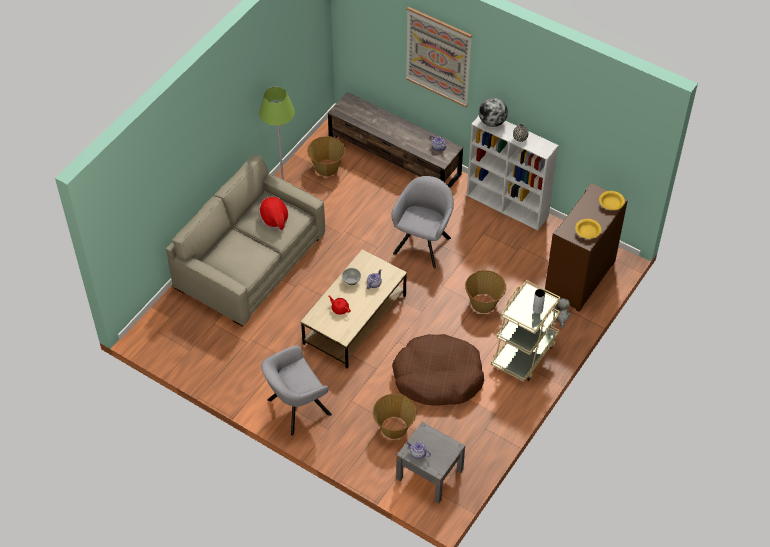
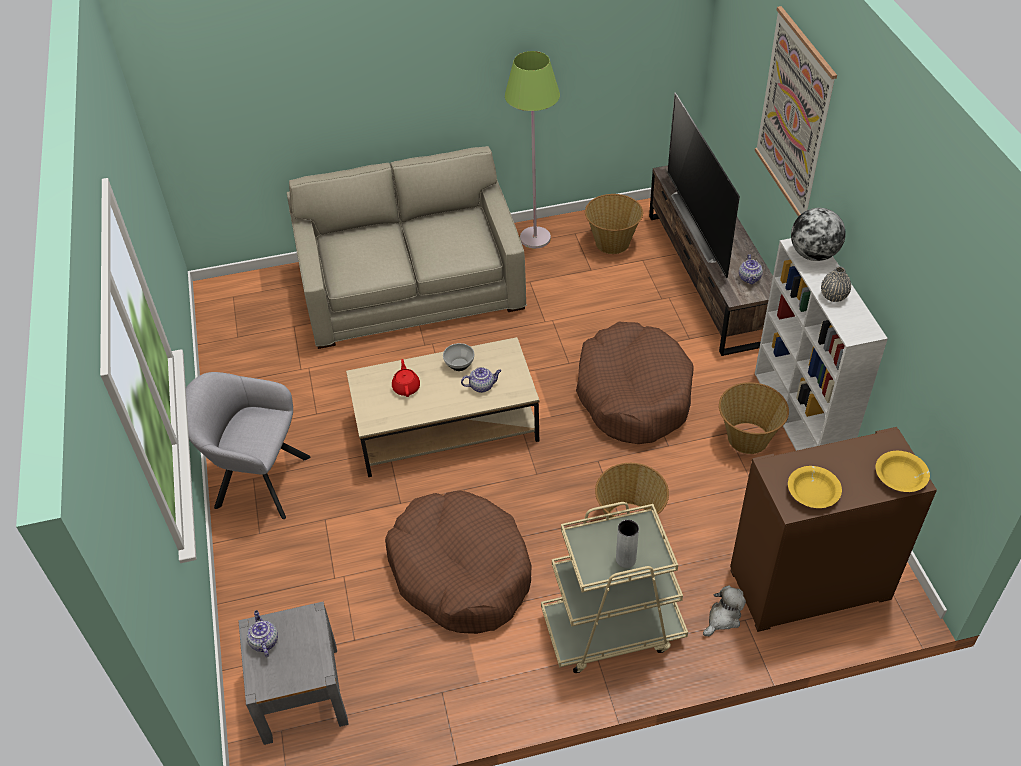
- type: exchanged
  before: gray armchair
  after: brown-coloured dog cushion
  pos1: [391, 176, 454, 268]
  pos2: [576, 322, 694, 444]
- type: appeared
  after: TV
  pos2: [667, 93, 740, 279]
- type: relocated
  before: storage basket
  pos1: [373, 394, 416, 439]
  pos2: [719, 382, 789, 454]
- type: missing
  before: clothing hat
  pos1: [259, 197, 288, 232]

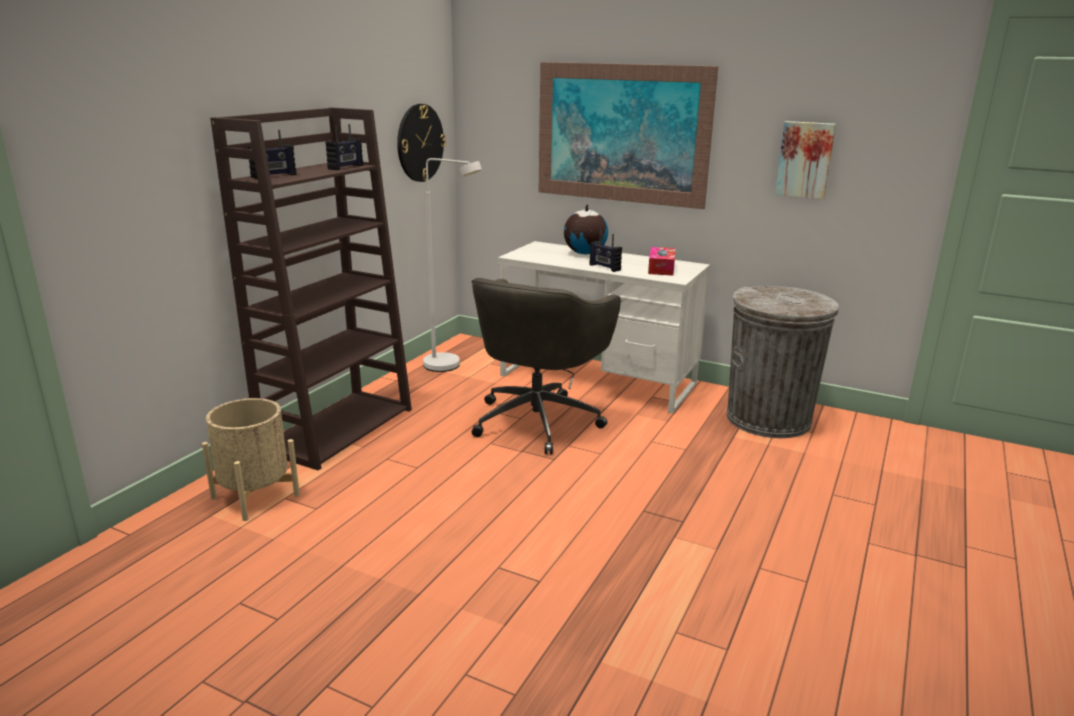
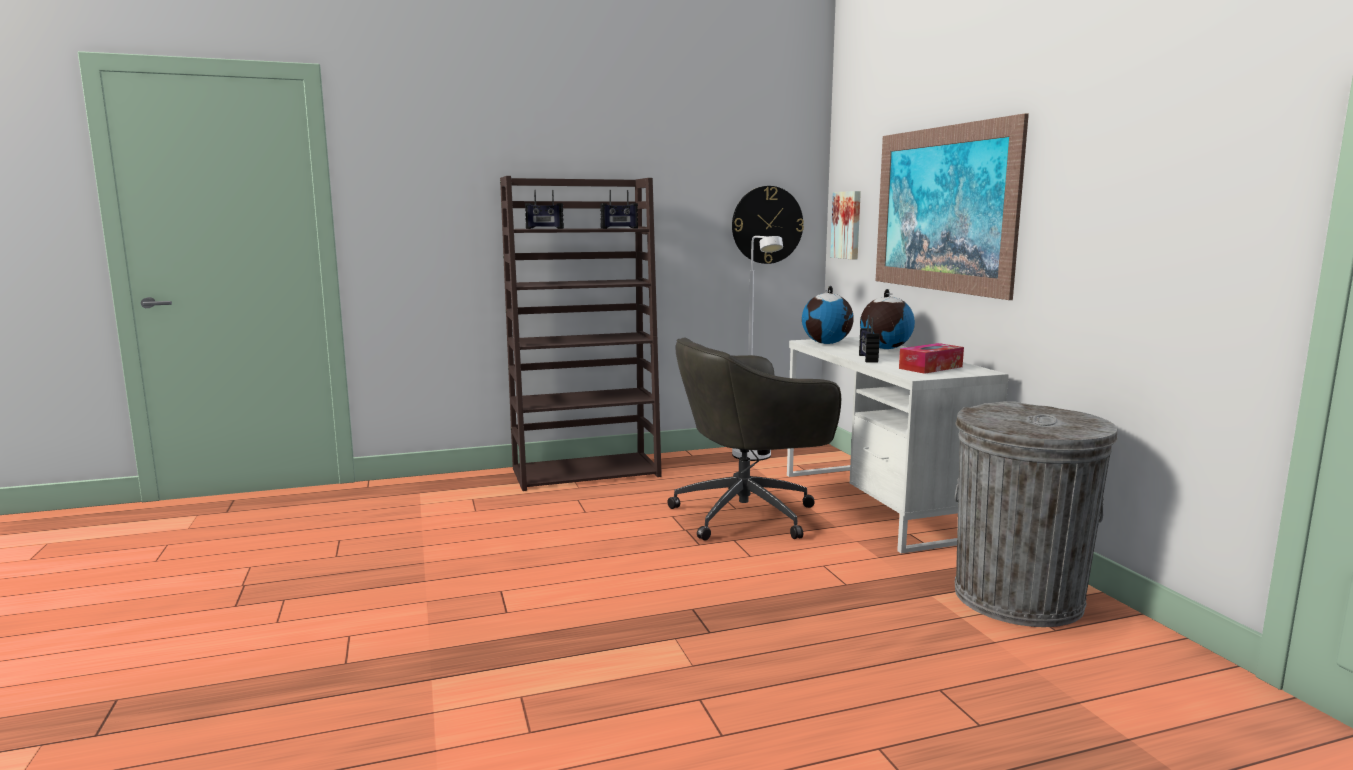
- type: appeared
  after: world globe
  pos2: [802, 286, 854, 344]
- type: relocated
  before: picture
  pos1: [775, 121, 836, 199]
  pos2: [830, 191, 861, 260]
- type: missing
  before: beige flower pot
  pos1: [202, 398, 300, 521]

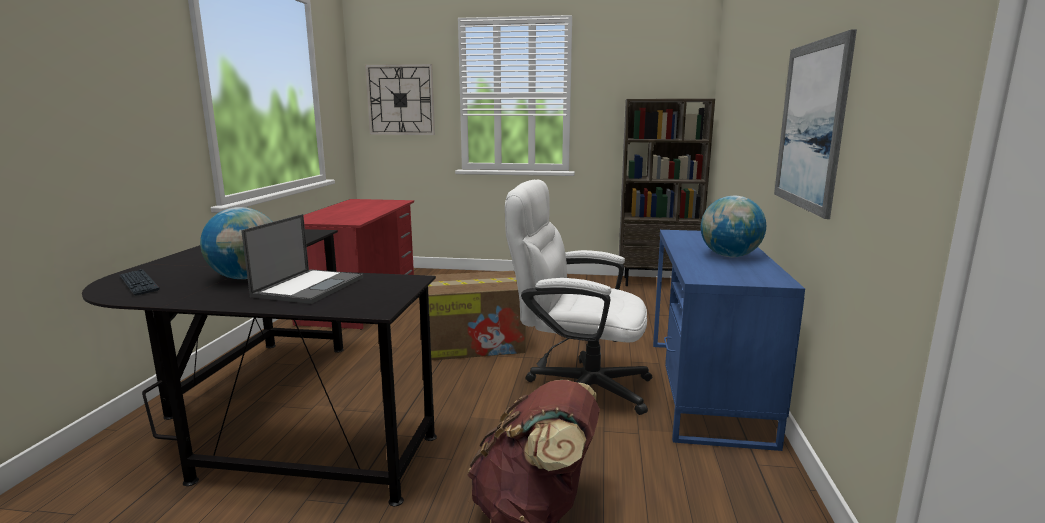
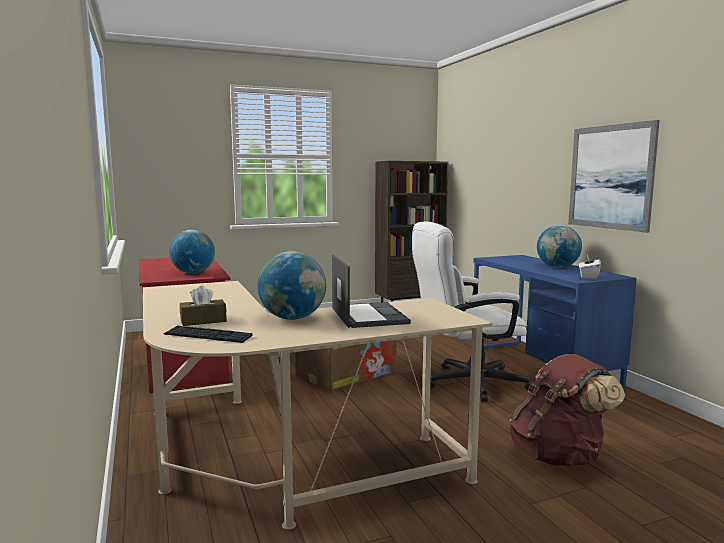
- type: colour
  before: blackish desk unit
  after: beige desk unit
  pos1: [82, 229, 437, 506]
  pos2: [143, 281, 492, 530]
- type: appeared
  after: world globe
  pos2: [169, 230, 215, 274]
- type: appeared
  after: brown-coloured tissue box
  pos2: [180, 285, 227, 326]
- type: appeared
  after: white tissue box
  pos2: [579, 254, 601, 280]
- type: missing
  before: hanging clock
  pos1: [365, 64, 435, 135]

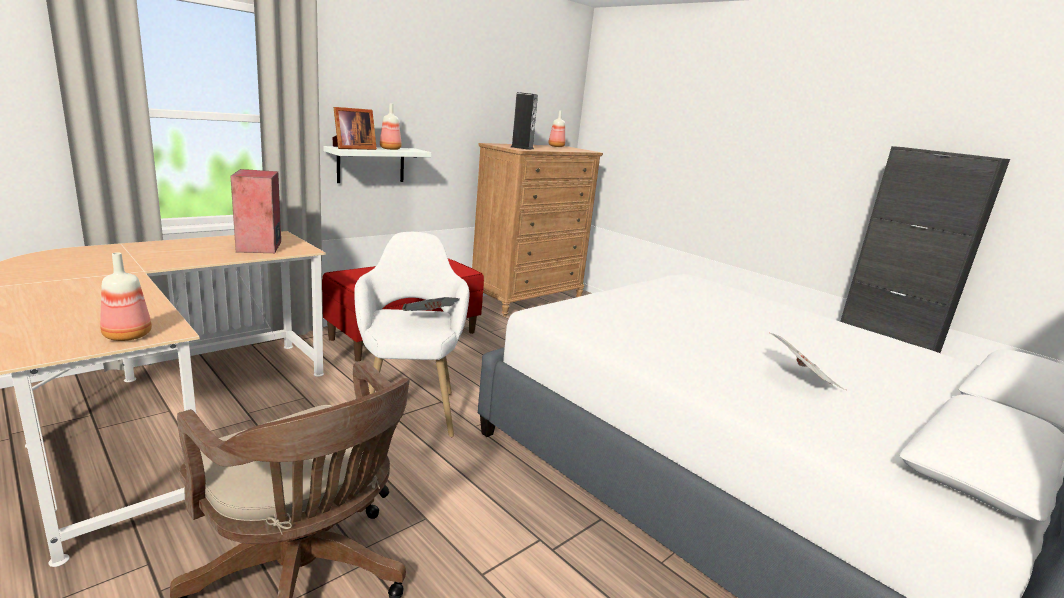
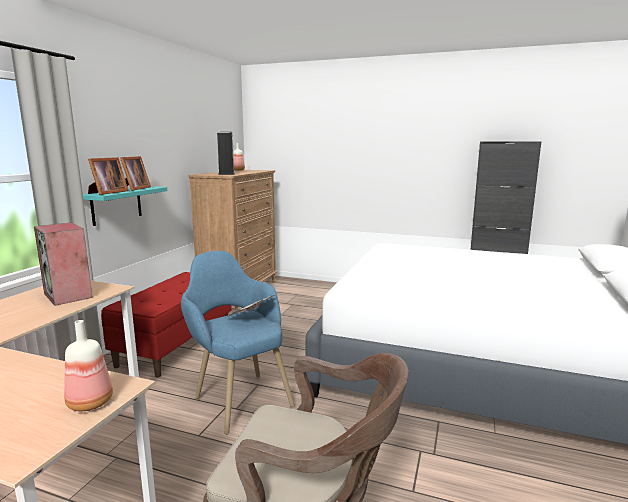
- type: colour
  before: white bracket shelf
  after: turquoise-coloured bracket shelf
  pos1: [324, 146, 431, 183]
  pos2: [83, 186, 167, 226]
- type: exchanged
  before: beverage bottle
  after: photo frame
  pos1: [380, 103, 402, 150]
  pos2: [120, 156, 151, 191]
- type: colour
  before: white armchair
  after: blue-coloured armchair
  pos1: [354, 232, 469, 438]
  pos2: [181, 251, 295, 435]
- type: missing
  before: printed paper
  pos1: [768, 332, 846, 390]

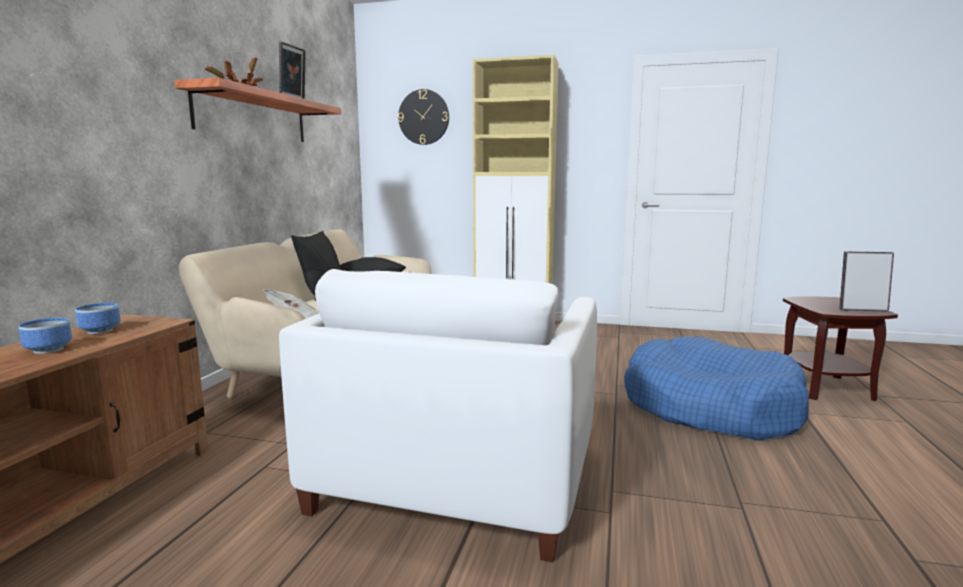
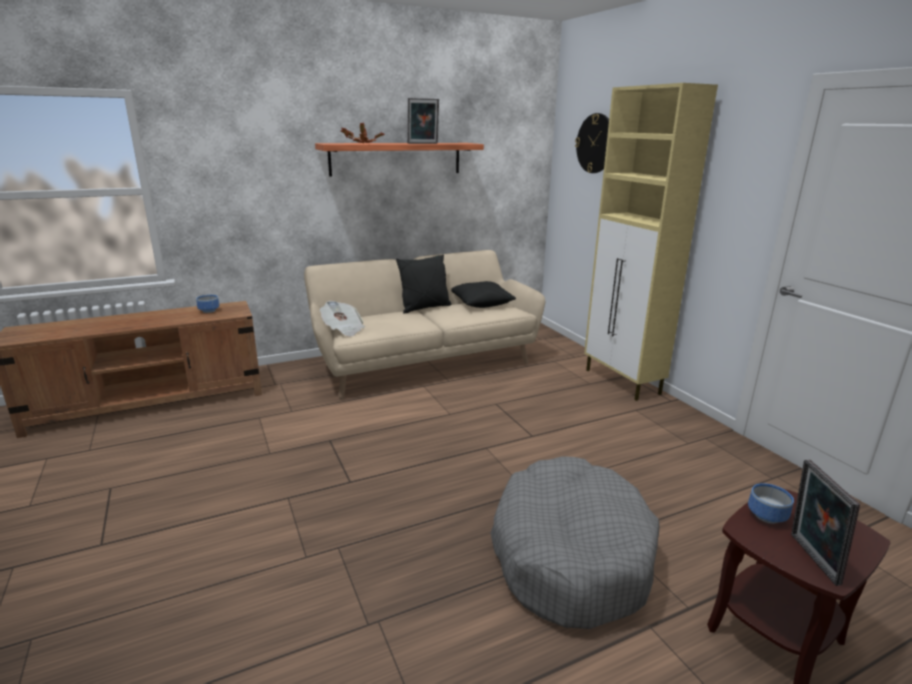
- type: colour
  before: blue-coloured dog cushion
  after: gray dog cushion
  pos1: [624, 336, 809, 441]
  pos2: [491, 456, 660, 629]
- type: relocated
  before: deep dish
  pos1: [19, 318, 72, 354]
  pos2: [748, 483, 794, 524]
- type: spun
  before: photo frame
  pos1: [839, 251, 894, 312]
  pos2: [791, 460, 860, 586]
  turn: -150
- type: missing
  before: white armchair
  pos1: [279, 269, 597, 562]

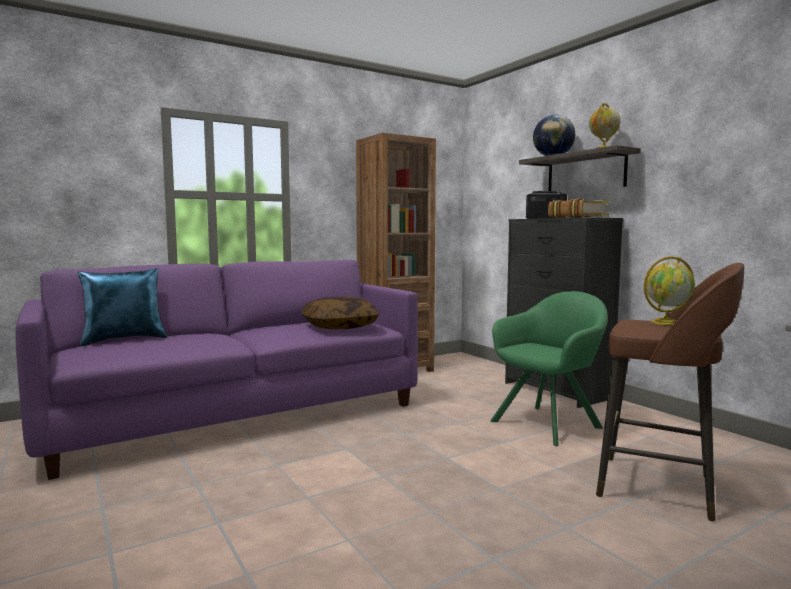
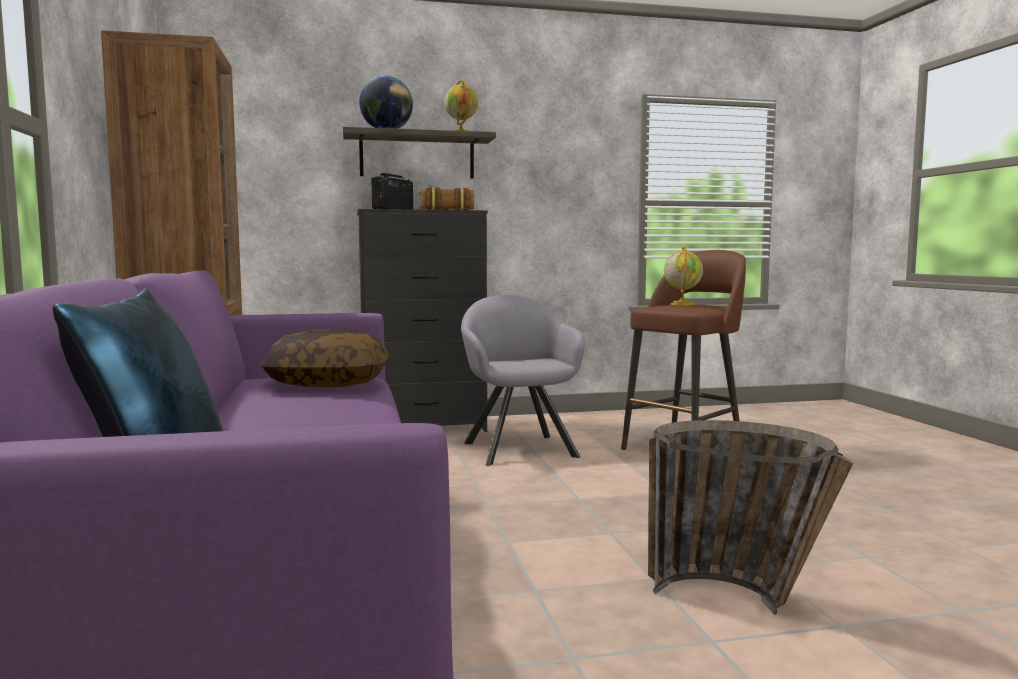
- type: colour
  before: green-coloured armchair
  after: gray armchair
  pos1: [490, 291, 608, 446]
  pos2: [461, 295, 585, 466]
- type: appeared
  after: storage basket
  pos2: [648, 420, 853, 615]

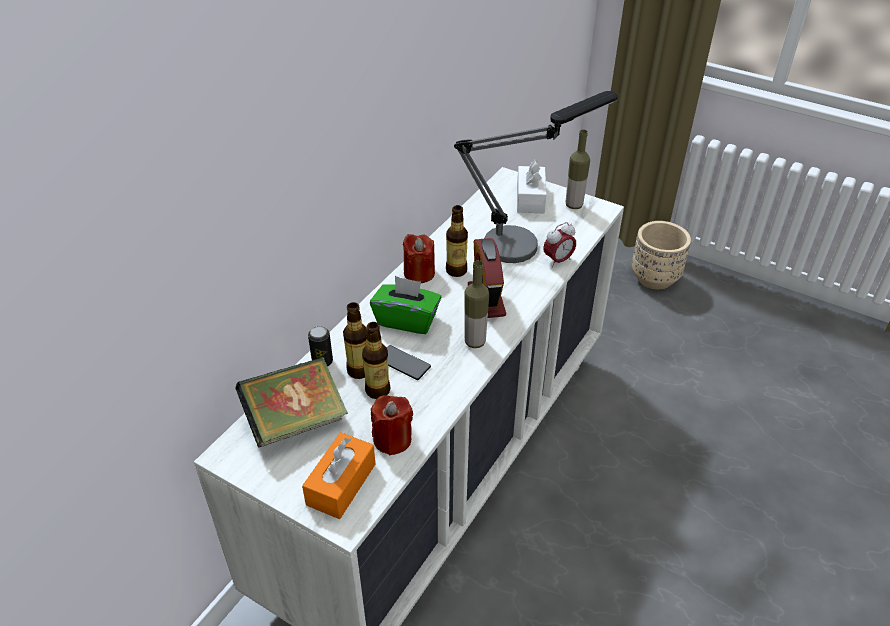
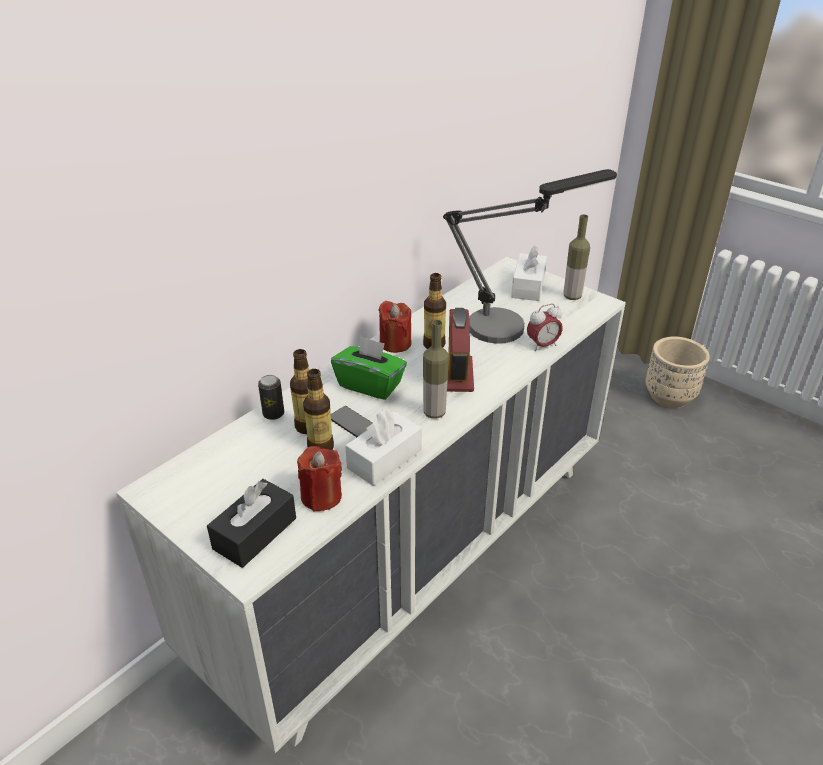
- type: colour
  before: orange-coloured tissue box
  after: blackish tissue box
  pos1: [302, 432, 375, 519]
  pos2: [207, 479, 296, 568]
- type: appeared
  after: white tissue box
  pos2: [345, 409, 422, 486]
- type: missing
  before: bound book
  pos1: [235, 357, 348, 448]

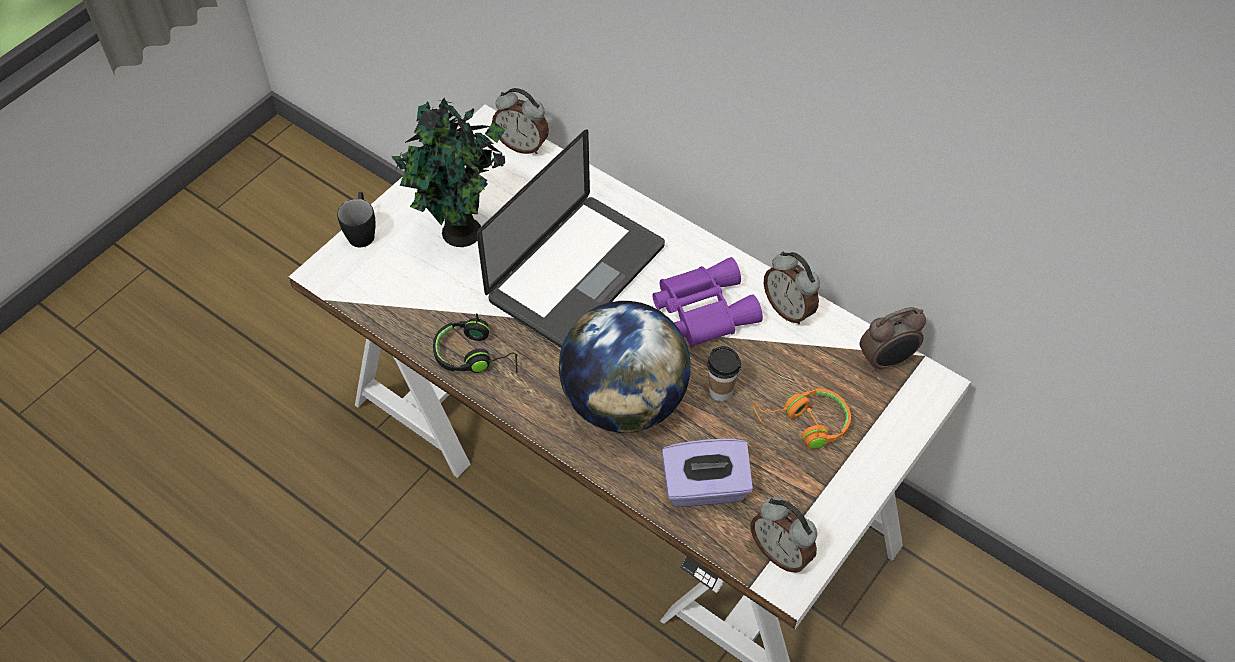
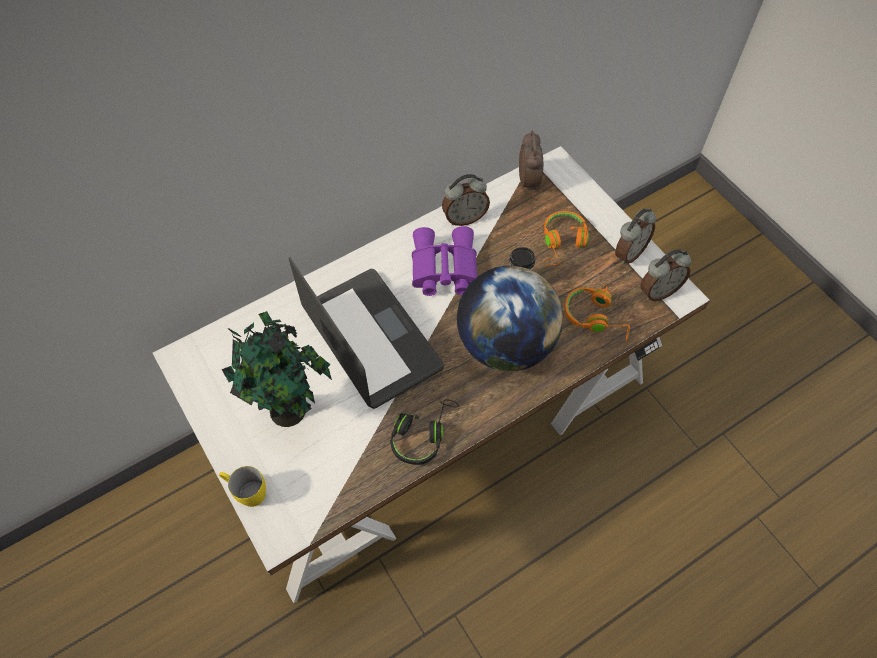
- type: colour
  before: blackish coffee mug
  after: yellow-coloured coffee mug
  pos1: [337, 192, 376, 247]
  pos2: [219, 466, 266, 507]
- type: exchanged
  before: purple tissue box
  after: orange-coloured pair of headphones
  pos1: [662, 439, 753, 507]
  pos2: [564, 286, 630, 341]
- type: relocated
  before: bedside clock
  pos1: [492, 88, 549, 154]
  pos2: [615, 208, 656, 264]

